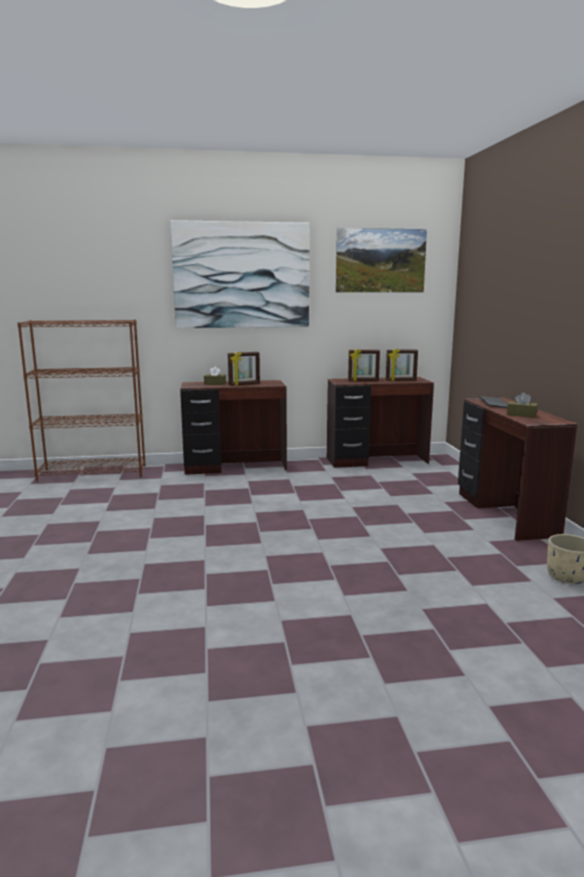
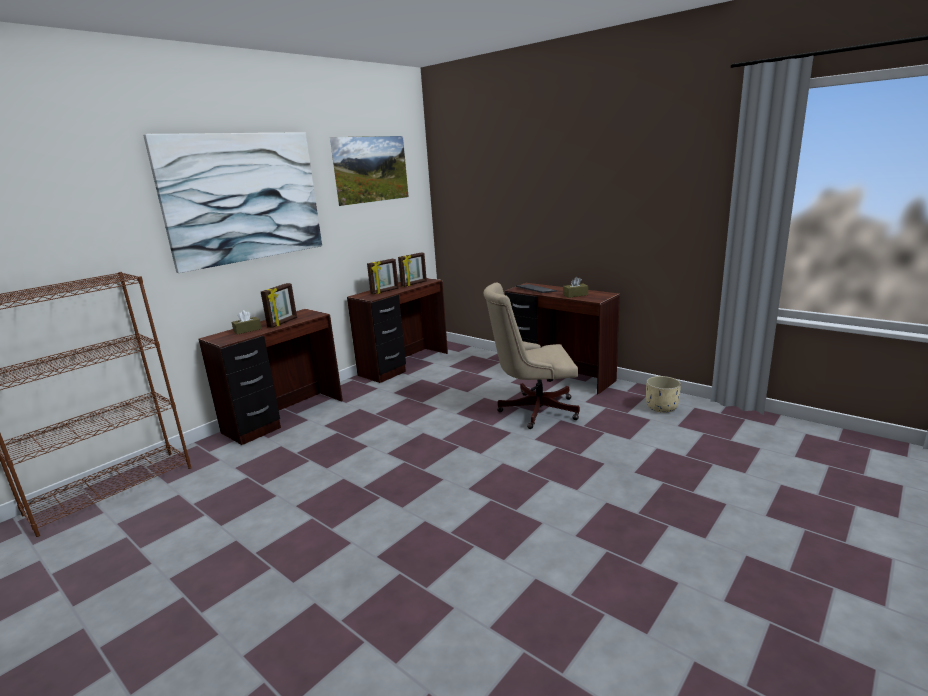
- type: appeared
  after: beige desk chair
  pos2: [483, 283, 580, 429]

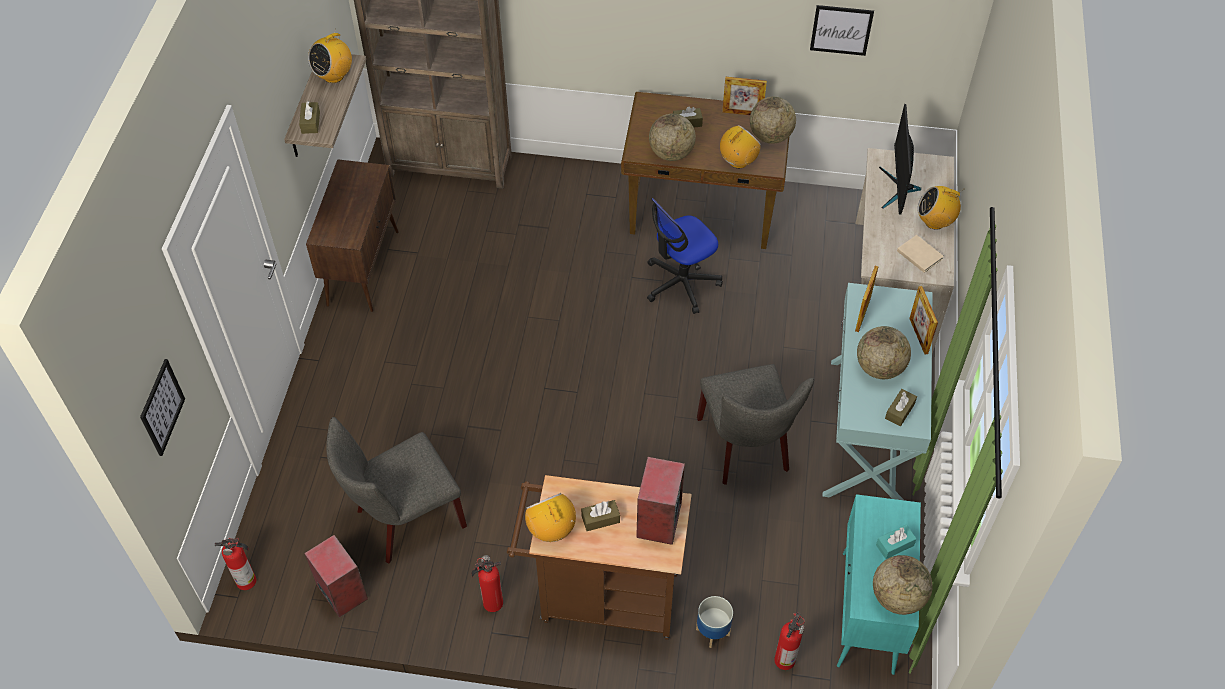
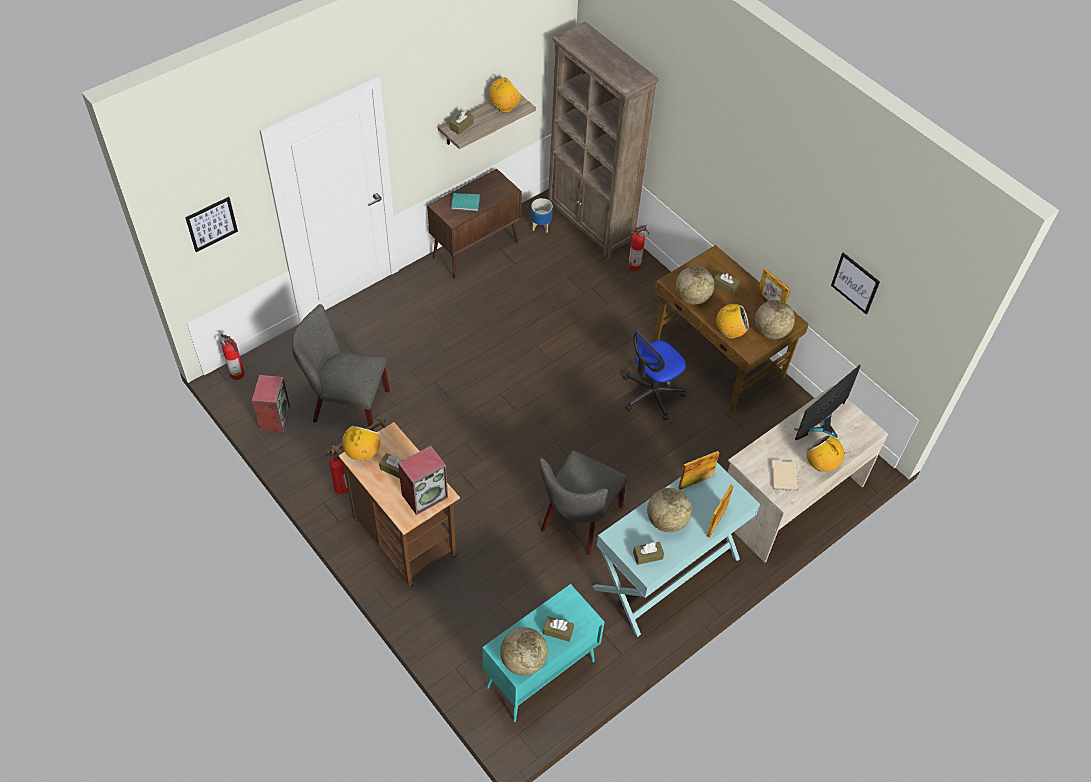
- type: appeared
  after: turquoise-coloured bound book
  pos2: [451, 193, 480, 211]
- type: spun
  before: radio
  pos1: [308, 33, 352, 83]
  pos2: [489, 77, 521, 113]
  turn: 150
- type: relocated
  before: flower pot
  pos1: [696, 596, 733, 648]
  pos2: [531, 198, 553, 233]
- type: colour
  before: turquoise-coloured tissue box
  after: brown-coloured tissue box
  pos1: [876, 525, 917, 559]
  pos2: [543, 616, 574, 642]
- type: spun
  before: desk chair
  pos1: [647, 198, 723, 314]
  pos2: [623, 329, 686, 421]
  turn: -45
- type: relocated
  before: extinguisher
  pos1: [774, 612, 805, 670]
  pos2: [628, 225, 649, 271]

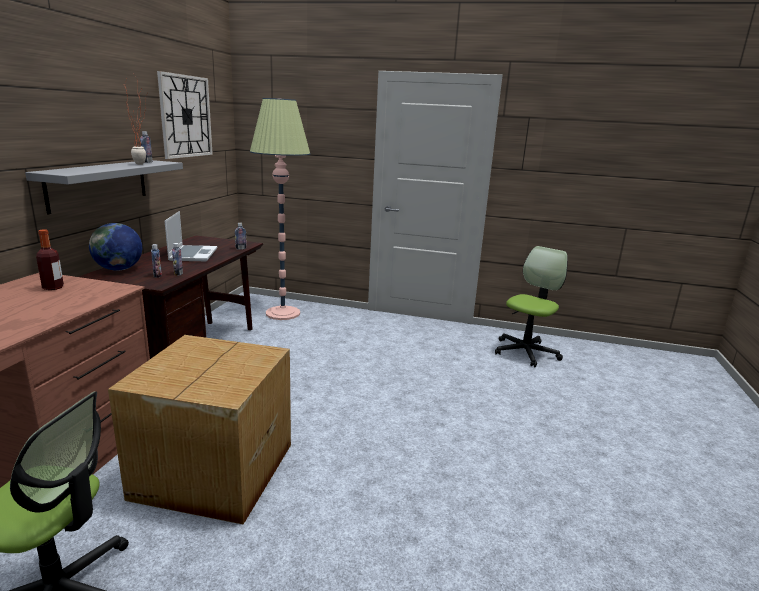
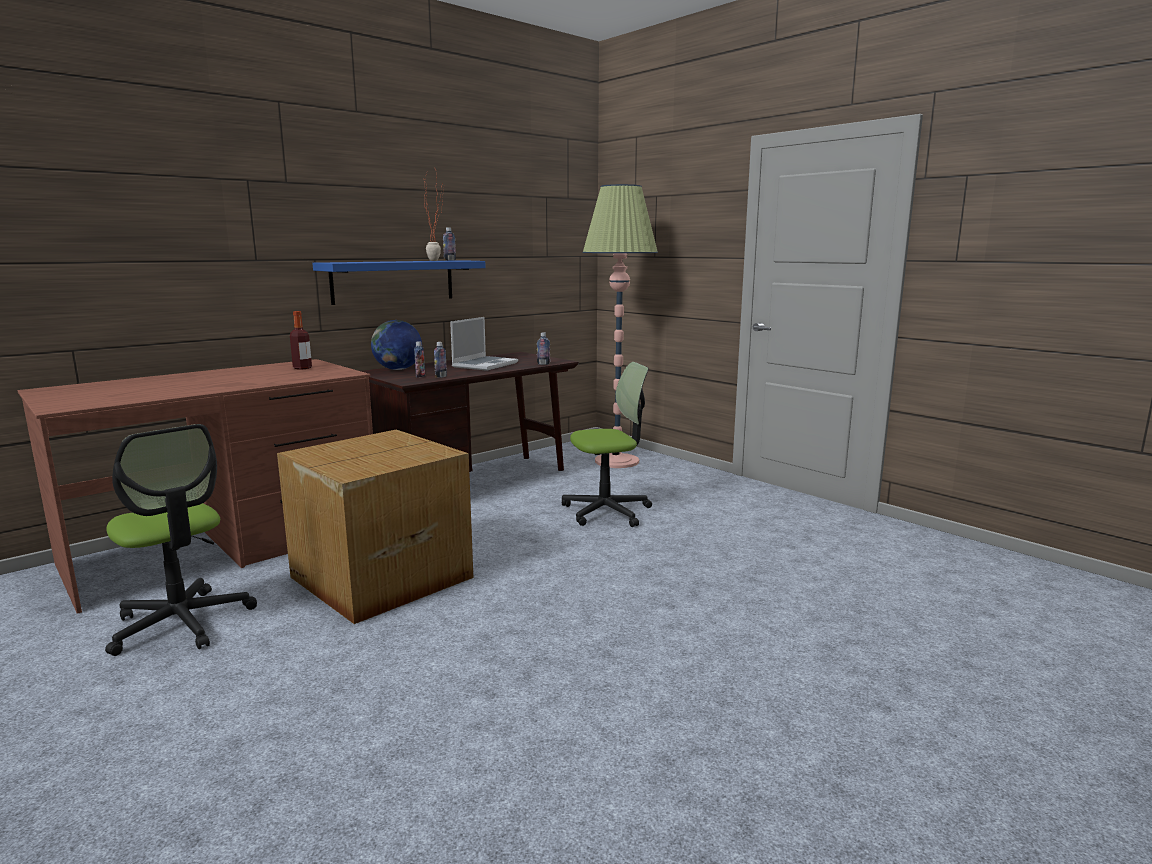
- type: colour
  before: gray bracket shelf
  after: blue-coloured bracket shelf
  pos1: [25, 160, 183, 214]
  pos2: [312, 260, 486, 305]
- type: relocated
  before: desk chair
  pos1: [495, 246, 568, 367]
  pos2: [562, 362, 652, 527]
- type: missing
  before: hanging clock
  pos1: [157, 71, 213, 159]

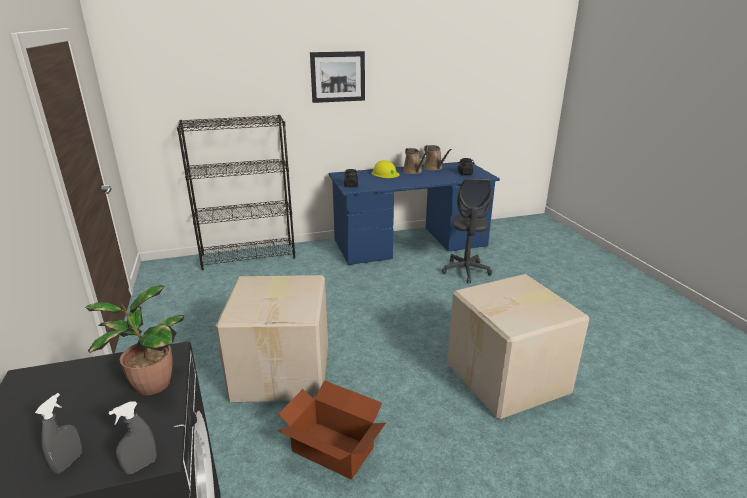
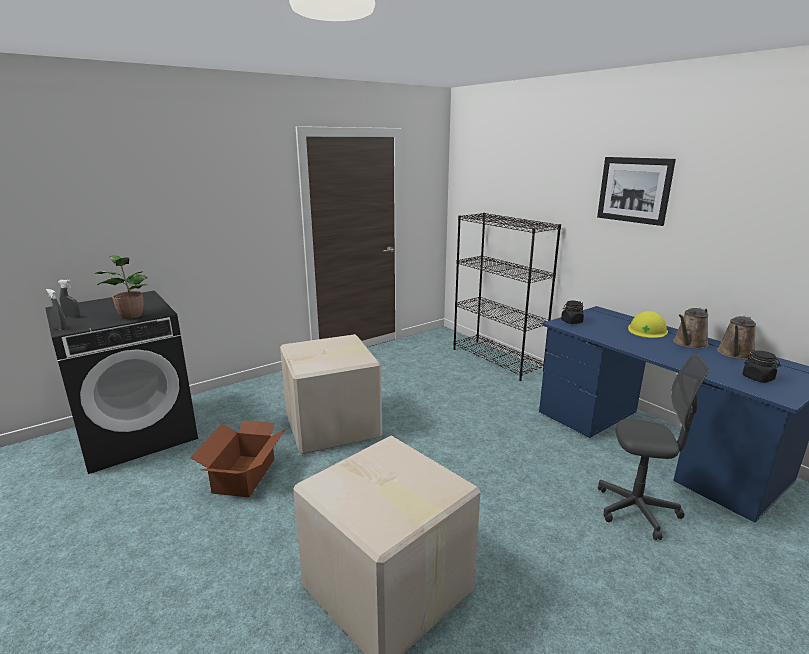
- type: spun
  before: gray desk chair
  pos1: [442, 179, 492, 283]
  pos2: [598, 354, 710, 540]
  turn: -150

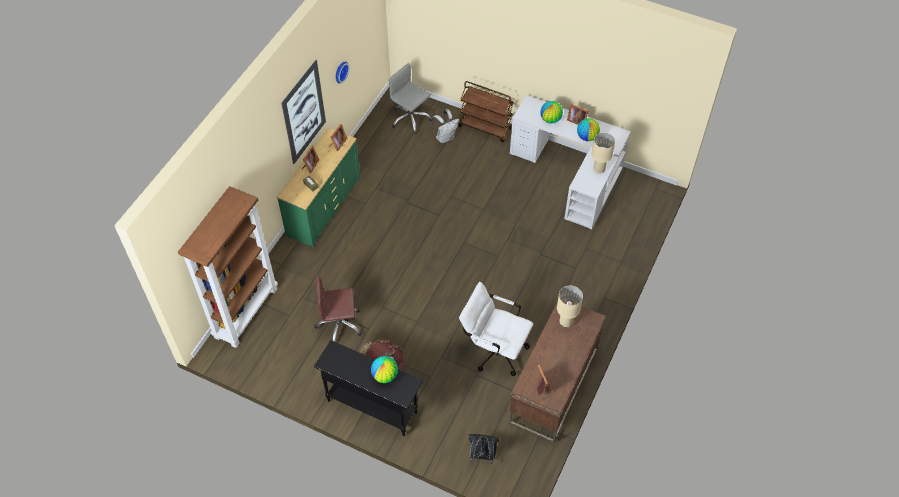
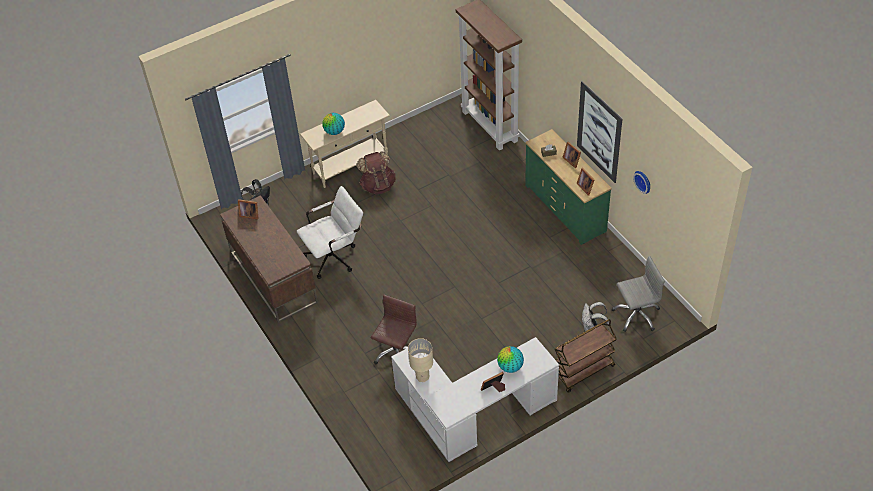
- type: colour
  before: blackish narrow table
  after: beige narrow table
  pos1: [314, 340, 423, 436]
  pos2: [300, 100, 390, 188]
- type: relocated
  before: brown-coloured desk chair
  pos1: [315, 275, 362, 342]
  pos2: [371, 295, 417, 365]
- type: missing
  before: beige tabletop lamp
  pos1: [557, 286, 583, 327]
- type: missing
  before: world globe
  pos1: [577, 118, 600, 141]

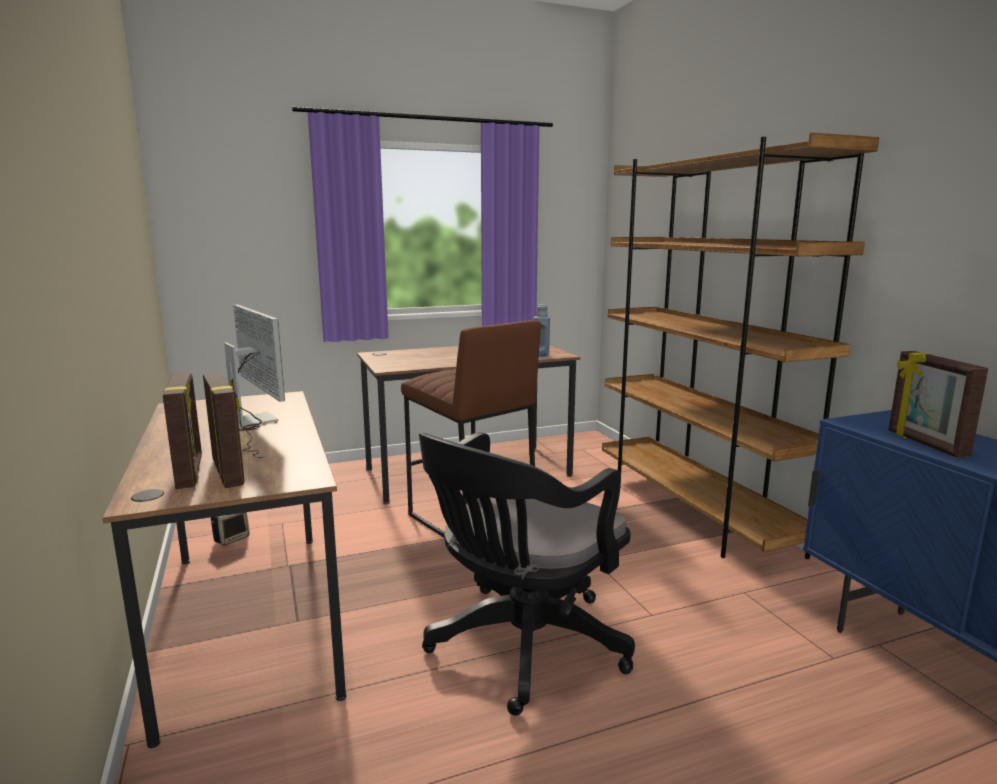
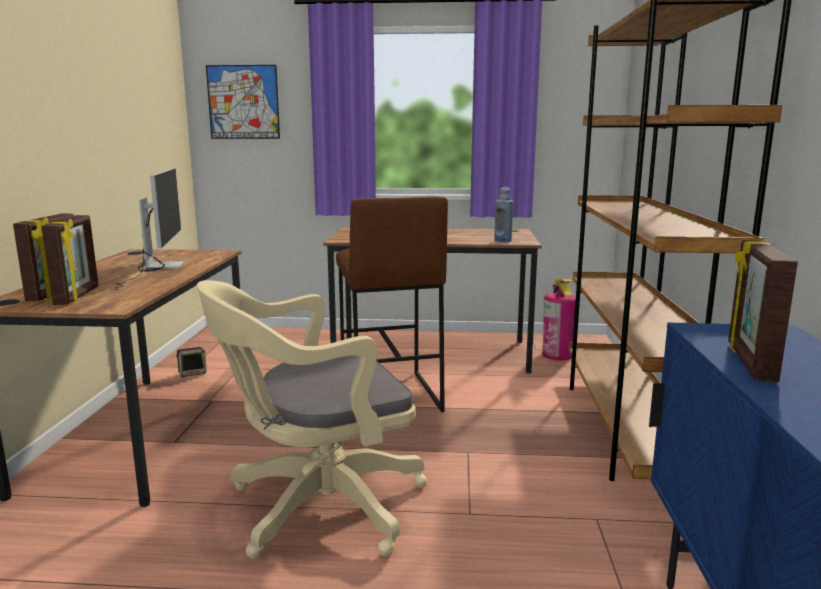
- type: colour
  before: blackish desk chair
  after: beige desk chair
  pos1: [419, 432, 635, 716]
  pos2: [197, 280, 427, 559]
- type: appeared
  after: picture
  pos2: [206, 65, 280, 139]
- type: appeared
  after: extinguisher
  pos2: [542, 279, 576, 360]

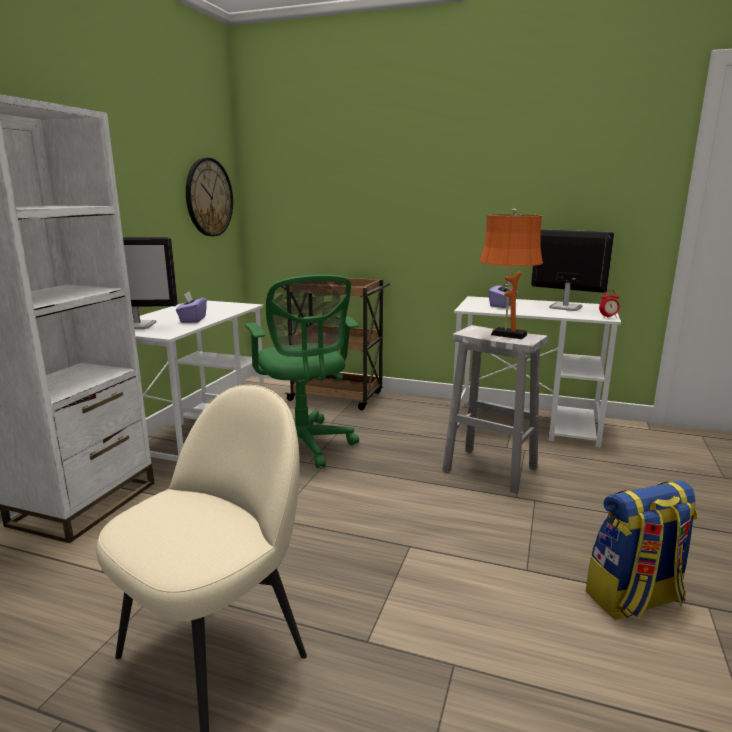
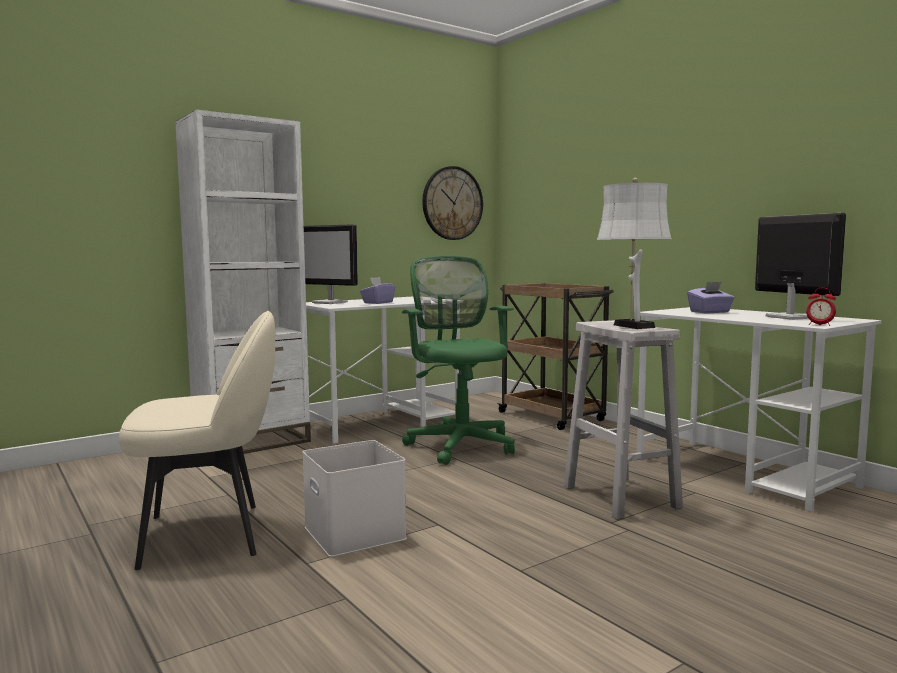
- type: appeared
  after: white storage container
  pos2: [302, 440, 407, 557]
- type: spun
  before: green-coloured desk chair
  pos1: [245, 275, 359, 469]
  pos2: [402, 256, 515, 465]
  turn: 150
- type: colour
  before: orange-coloured tabletop lamp
  after: white tabletop lamp
  pos1: [479, 208, 543, 339]
  pos2: [597, 178, 672, 329]
- type: missing
  before: knapsack
  pos1: [586, 481, 698, 620]

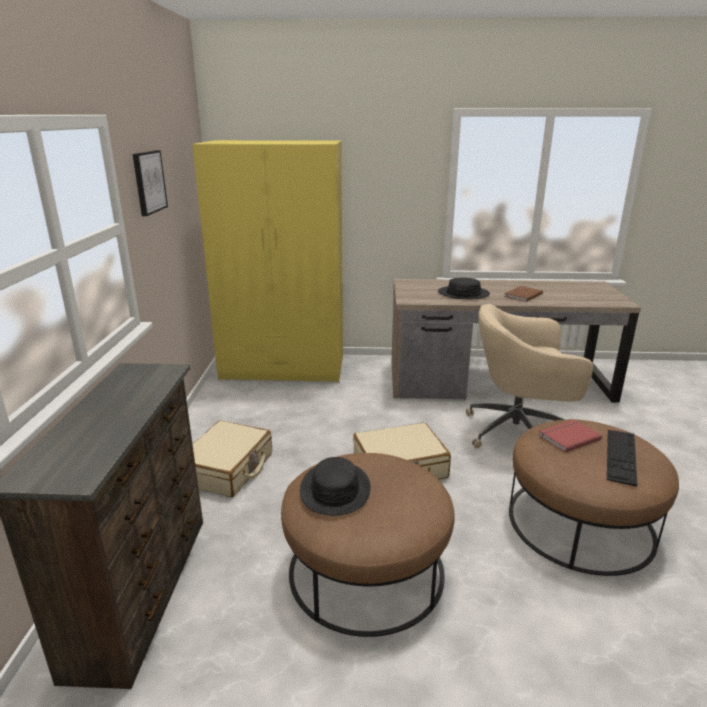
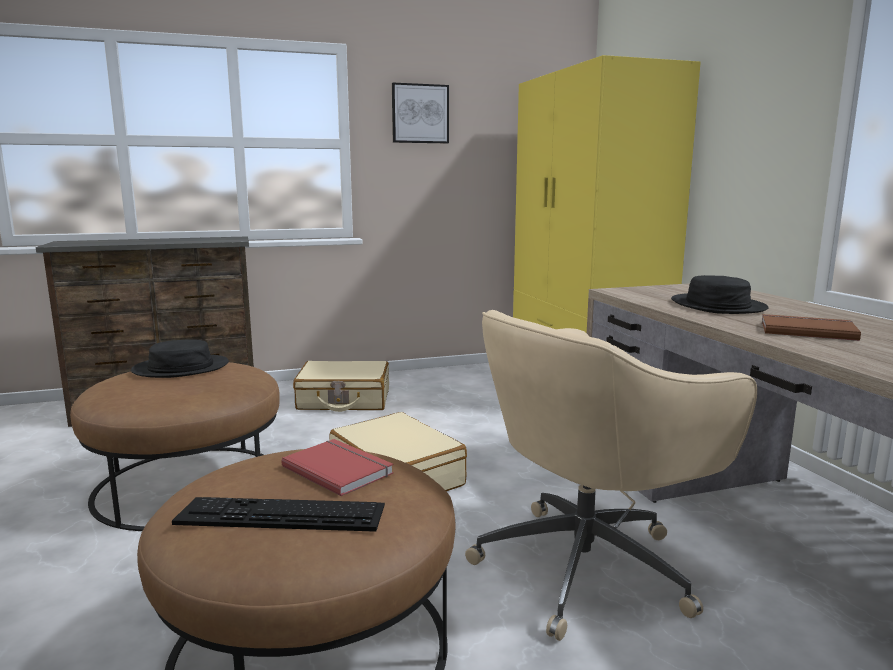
- type: spun
  before: beige desk chair
  pos1: [466, 304, 593, 448]
  pos2: [465, 310, 757, 641]
  turn: -105

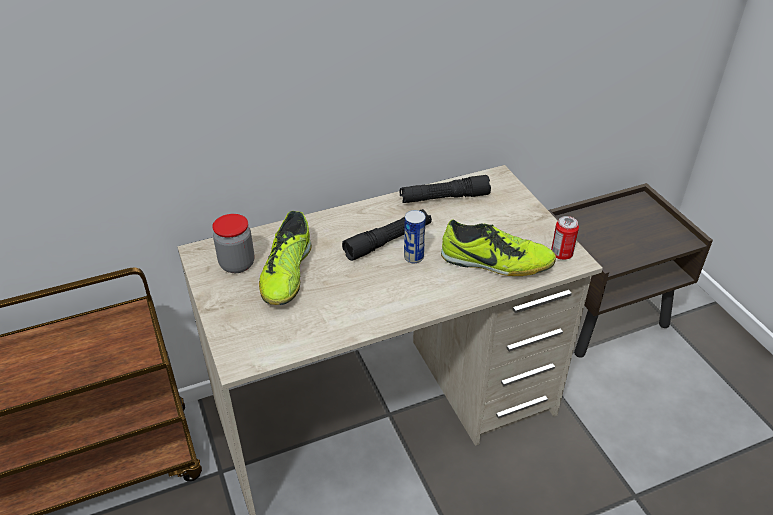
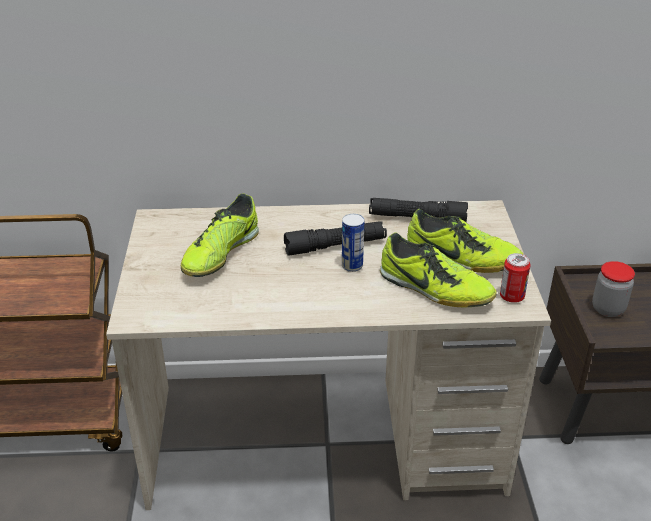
- type: appeared
  after: shoe
  pos2: [407, 209, 524, 273]
- type: relocated
  before: storage jar
  pos1: [212, 214, 254, 273]
  pos2: [592, 261, 635, 317]

